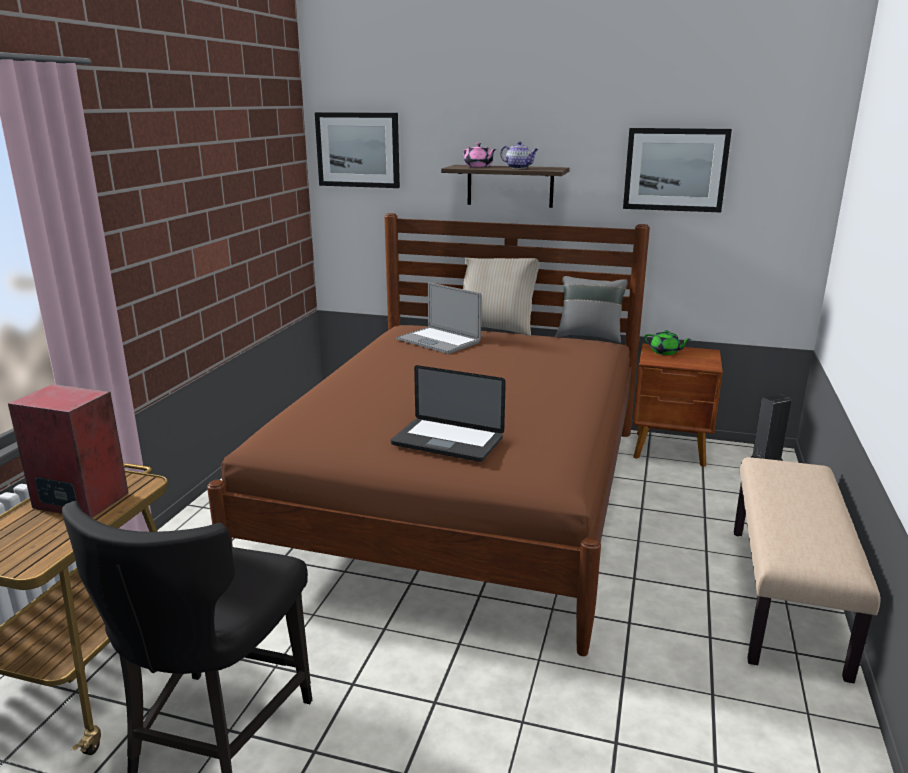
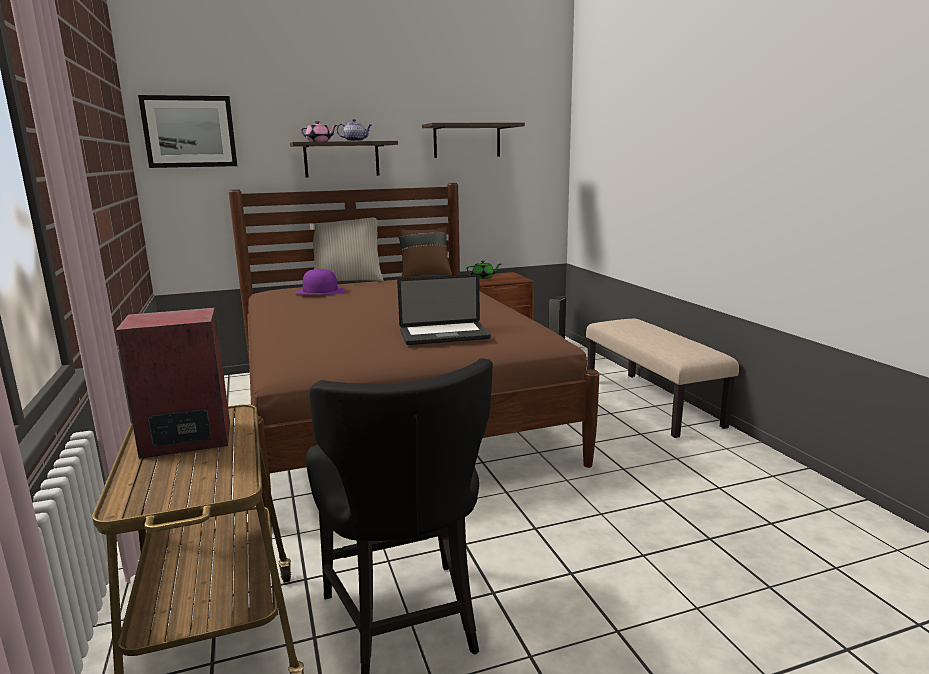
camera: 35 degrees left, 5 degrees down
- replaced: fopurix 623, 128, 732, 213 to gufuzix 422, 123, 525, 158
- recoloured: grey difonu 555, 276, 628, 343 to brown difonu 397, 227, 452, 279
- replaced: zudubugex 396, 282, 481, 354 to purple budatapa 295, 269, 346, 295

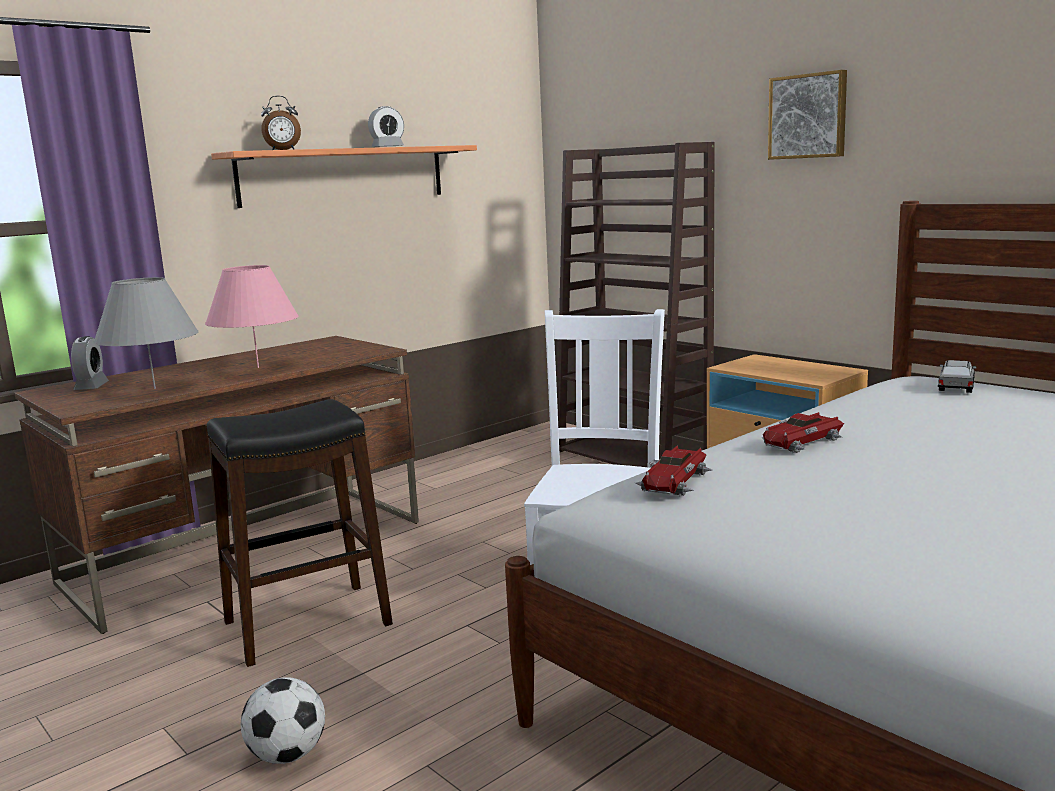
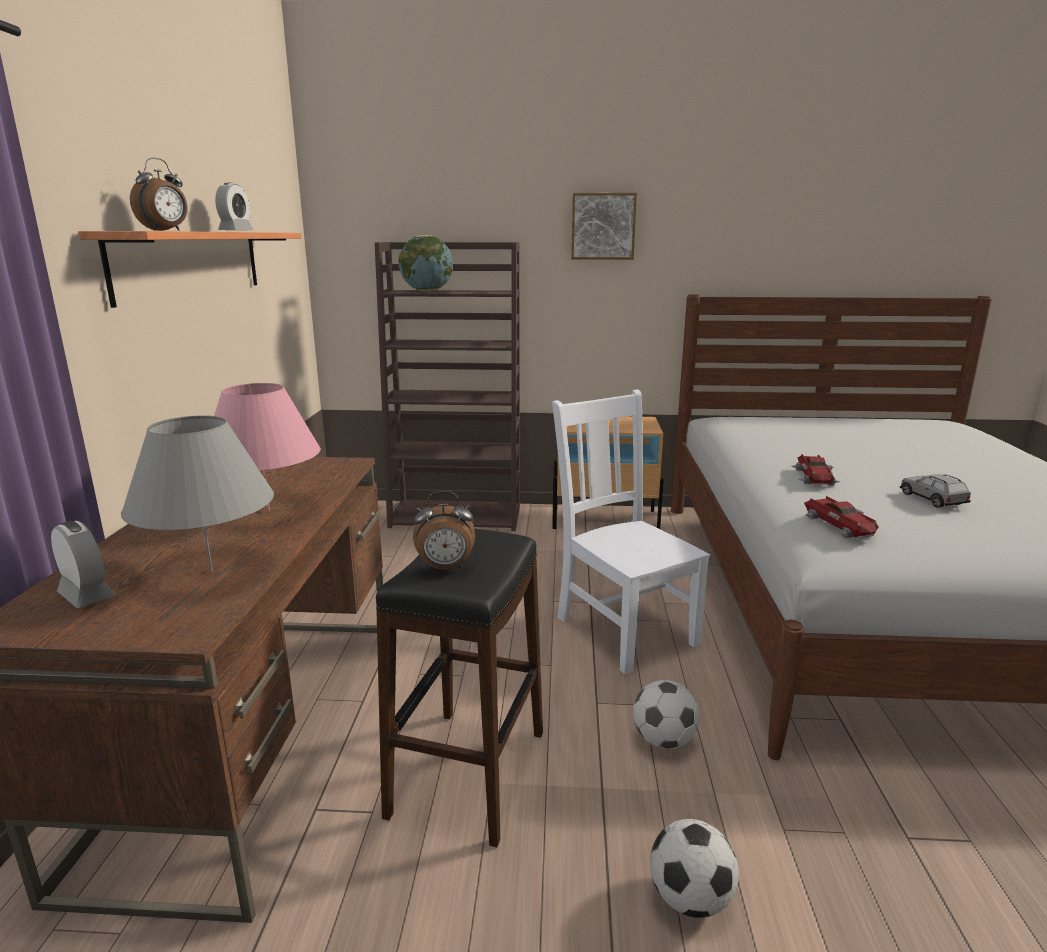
camera: 45 degrees left, 5 degrees up
- moved: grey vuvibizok 938, 360, 977, 393 to 900, 474, 971, 508
- added: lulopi 399, 235, 453, 292
- added: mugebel 413, 491, 475, 571
- added: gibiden 633, 680, 700, 749

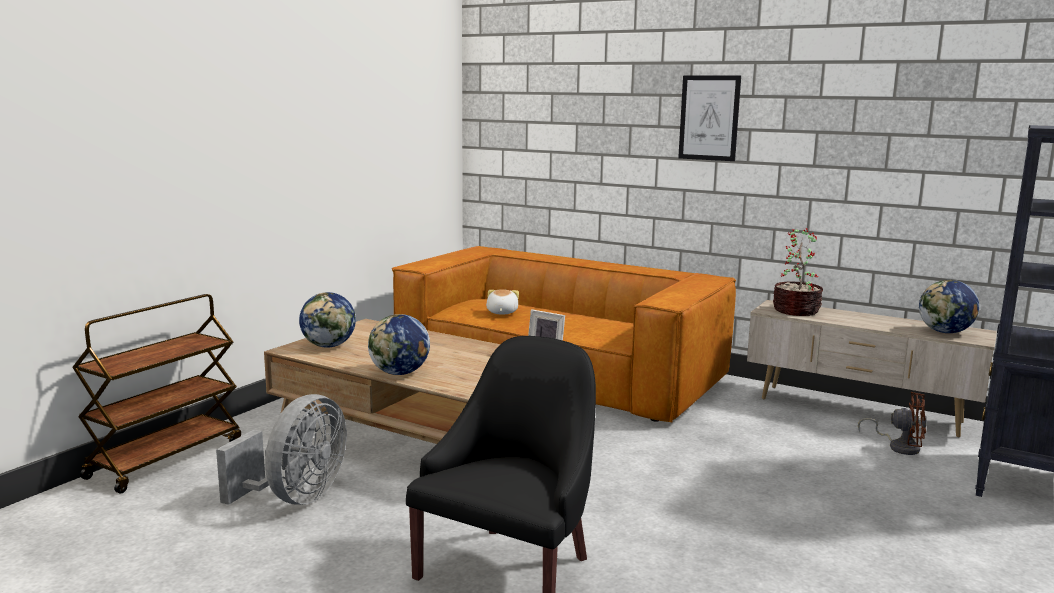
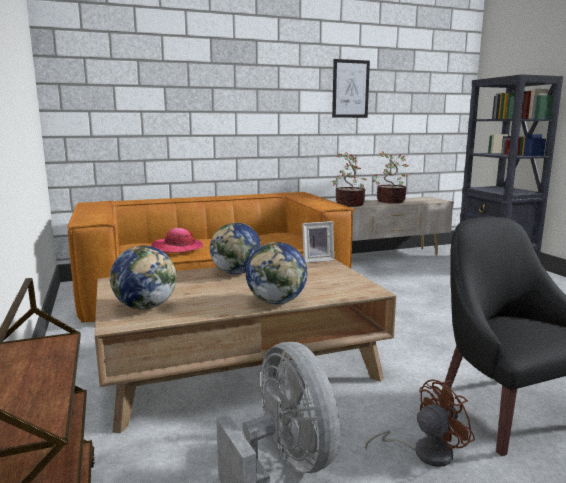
camera: 50 degrees left, 0 degrees up
- moved: fopurix 678, 75, 741, 161 to 332, 59, 370, 118
- moved: lulopi 919, 280, 979, 333 to 210, 223, 262, 274
- replaced: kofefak 486, 289, 519, 315 to budatapa 151, 228, 204, 253
- moved: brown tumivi 858, 392, 927, 455 to 365, 379, 475, 467
- added: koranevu 373, 152, 408, 203

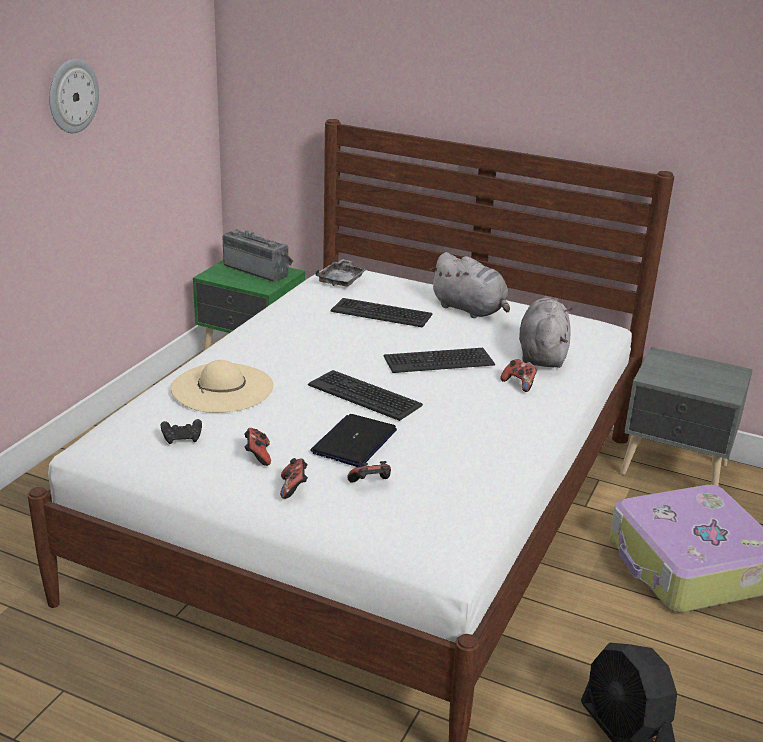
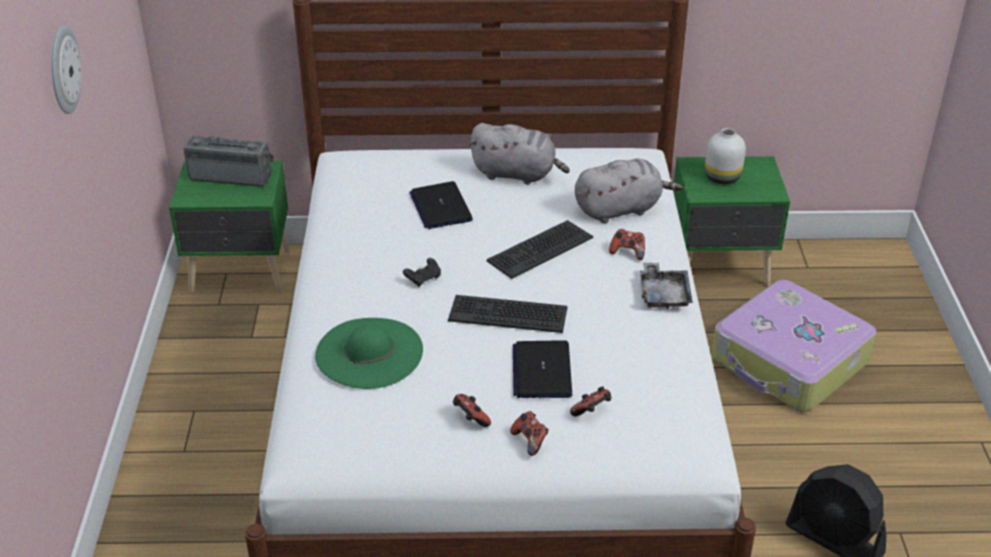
camera: 25 degrees left, 10 degrees up
- moved: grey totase 315, 259, 368, 287 to 640, 263, 693, 309
- replaced: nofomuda 331, 298, 432, 328 to zudubugex 409, 181, 473, 229
- turned: grey kofefak 519, 298, 573, 368 = 575, 159, 683, 223 90 degrees clockwise
- recoloured: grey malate 620, 347, 753, 486 to green malate 673, 156, 790, 286
- recoloured: beige budatapa 171, 360, 273, 413 to green budatapa 315, 318, 423, 389
- moved: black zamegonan 161, 419, 202, 444 to 403, 258, 441, 287
- added: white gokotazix 705, 128, 746, 184

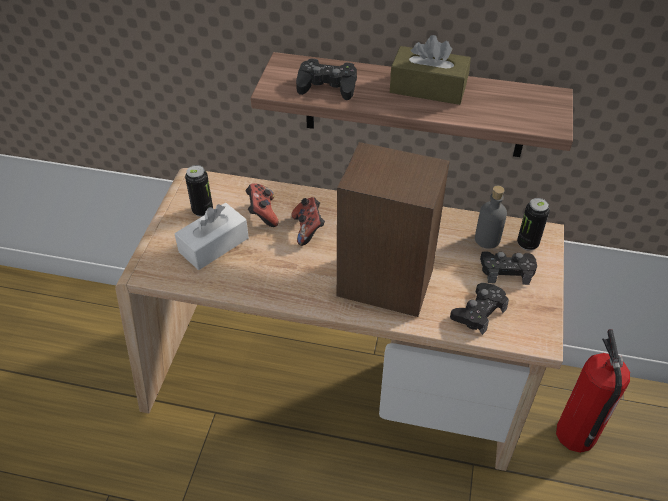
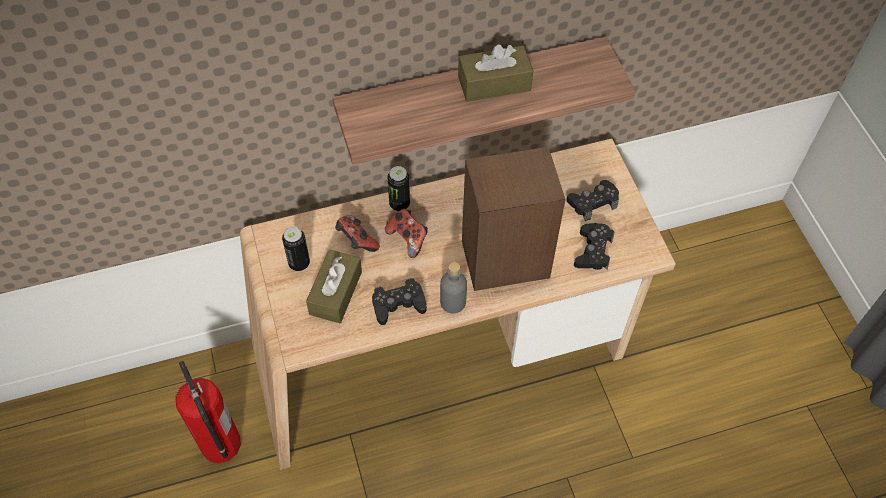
camera: 30 degrees left, 10 degrees up
- moved: black zamegonan 296, 59, 357, 100 to 372, 278, 427, 325
- moved: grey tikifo 475, 186, 507, 249 to 440, 262, 467, 313
- moved: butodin 517, 198, 550, 251 to 387, 166, 410, 211
- recoloured: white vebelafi 175, 203, 249, 270 to brown vebelafi 306, 249, 362, 323
- moved: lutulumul 556, 329, 630, 453 to 175, 361, 241, 463

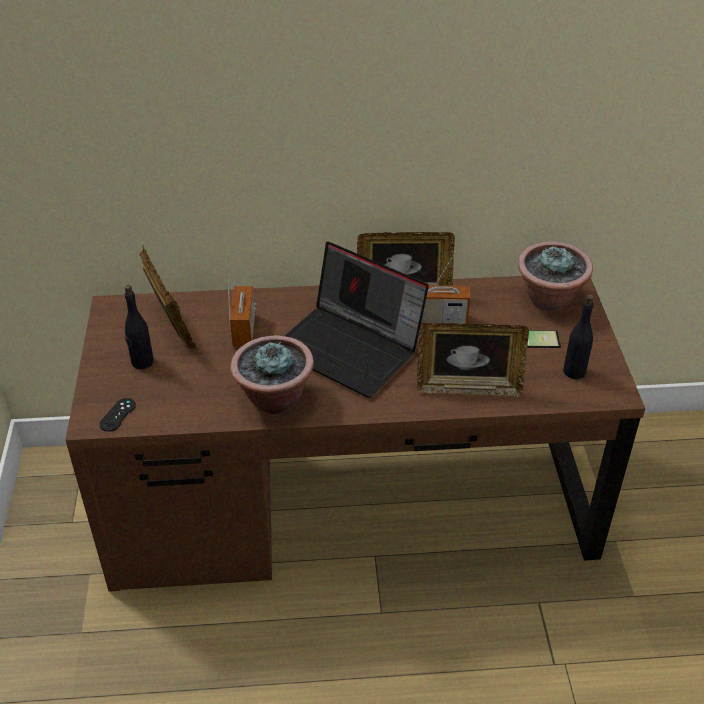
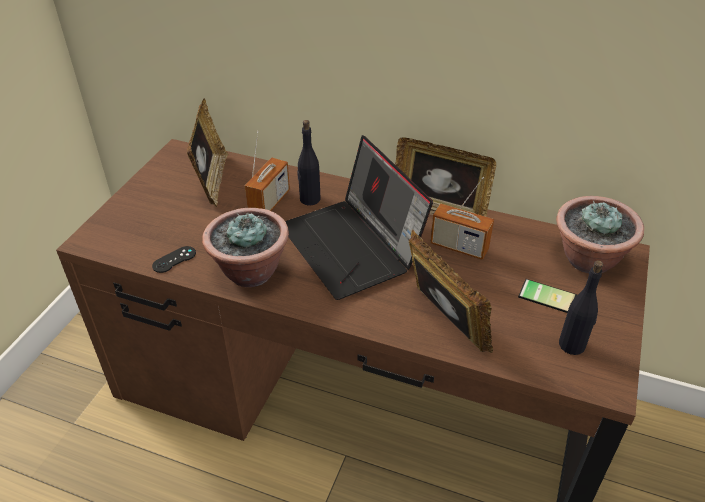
camera: 25 degrees right, 0 degrees up
- moved: black tikifo 125, 285, 154, 369 to 297, 120, 321, 206
- turned: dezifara 417, 323, 529, 397 = 409, 229, 493, 353 150 degrees counterclockwise
- moved: black zamegonan 99, 398, 136, 432 to 152, 246, 196, 273

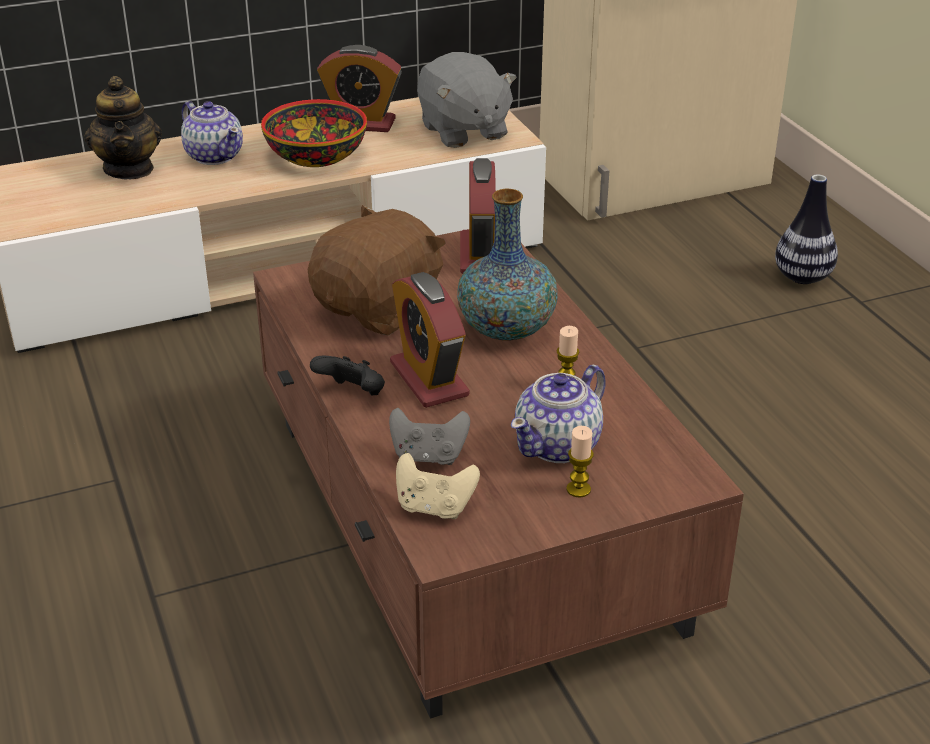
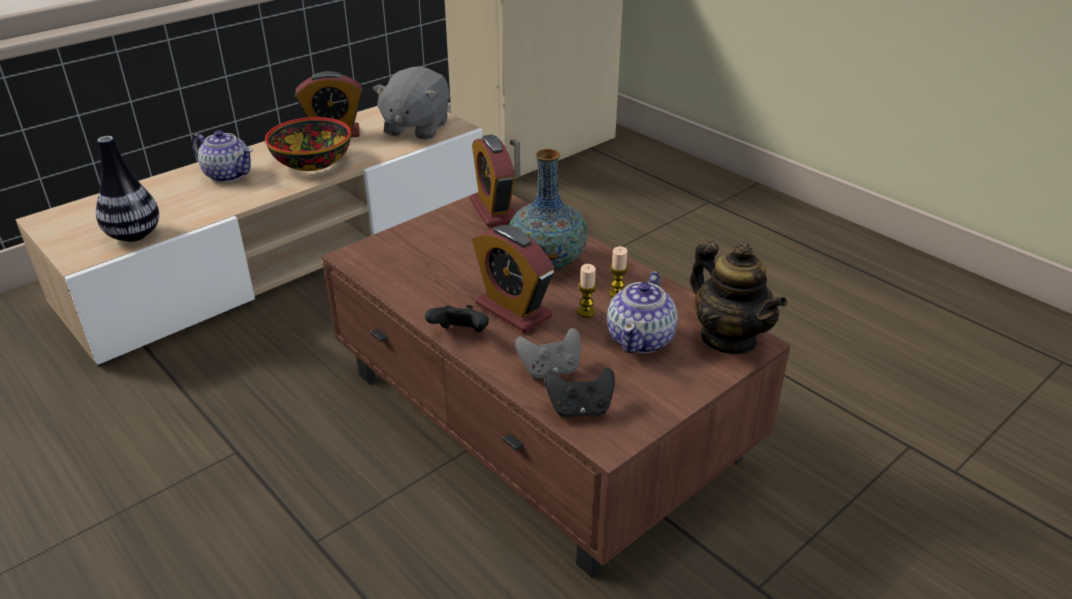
camera: 20 degrees left, 0 degrees up
- turned: grey kofefak 417, 52, 517, 148 = 373, 66, 450, 140 60 degrees clockwise
- moved: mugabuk 84, 76, 162, 179 to 690, 240, 787, 354
- moved: gokotazix 775, 174, 838, 284 to 96, 136, 159, 242
- removed: brown kofefak 308, 205, 446, 336
- moved: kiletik 566, 426, 594, 498 to 578, 264, 597, 317
- recoloured: beige zamegonan 396, 453, 480, 519 to black zamegonan 545, 367, 615, 418

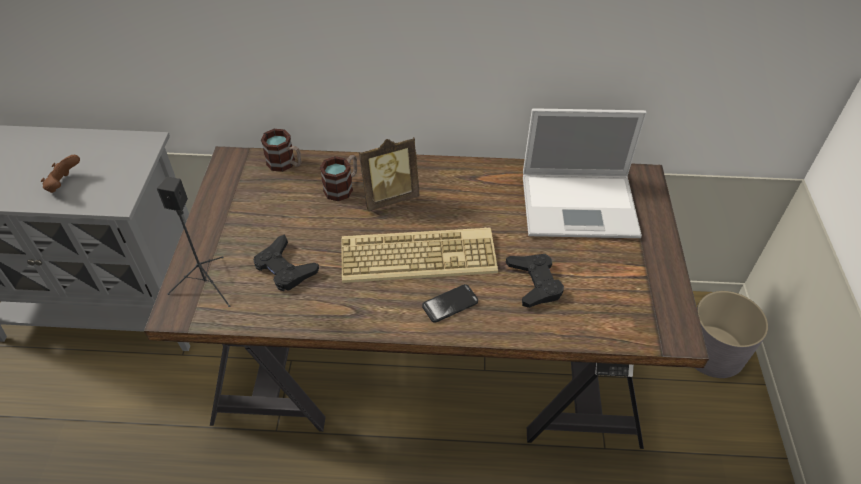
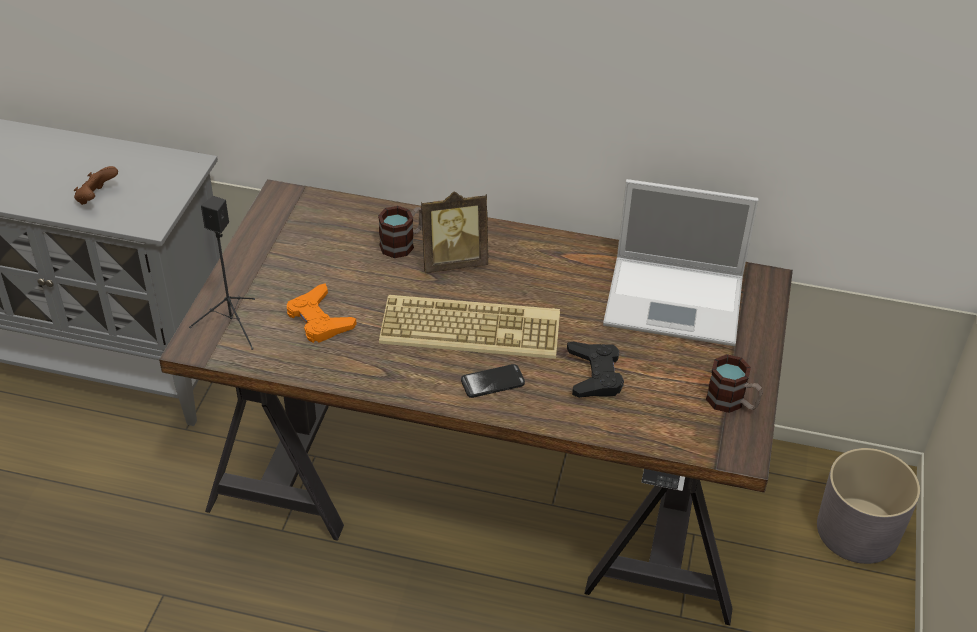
camera: 10 degrees right, 5 degrees down
- moved: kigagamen 261, 129, 302, 172 to 706, 354, 763, 413
- recoloured: black zamegonan 253, 234, 319, 291 to orange zamegonan 287, 283, 357, 343

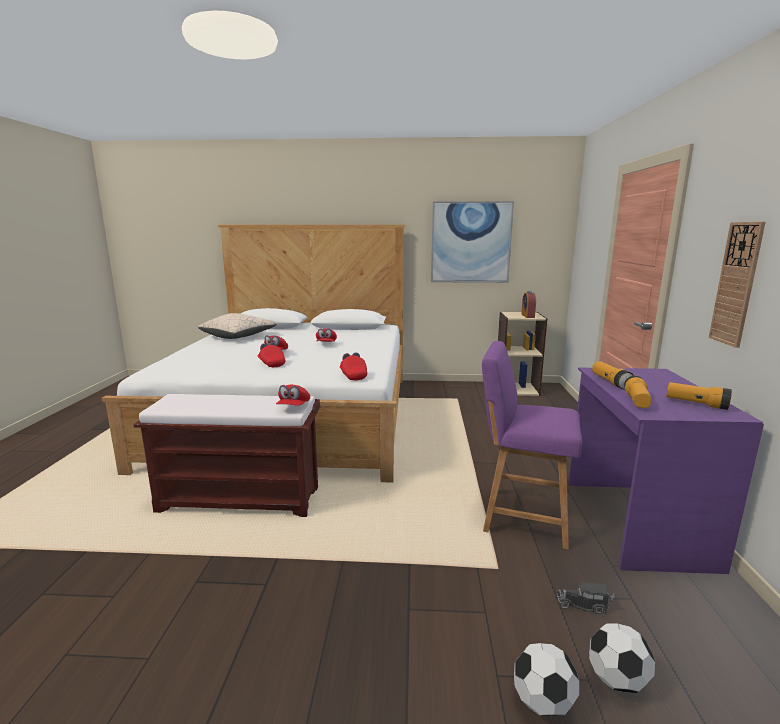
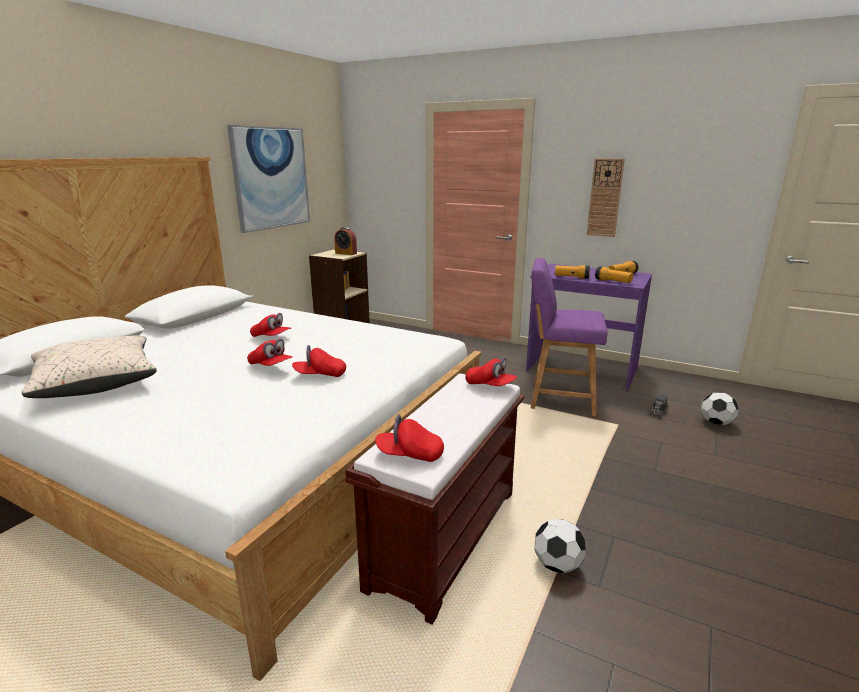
camera: 65 degrees left, 5 degrees up
- turned: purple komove 482, 341, 582, 549 = 531, 258, 608, 417 60 degrees clockwise
- moved: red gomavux 340, 352, 367, 380 to 375, 414, 444, 462
- moved: gibiden 514, 643, 579, 716 to 535, 519, 586, 574

